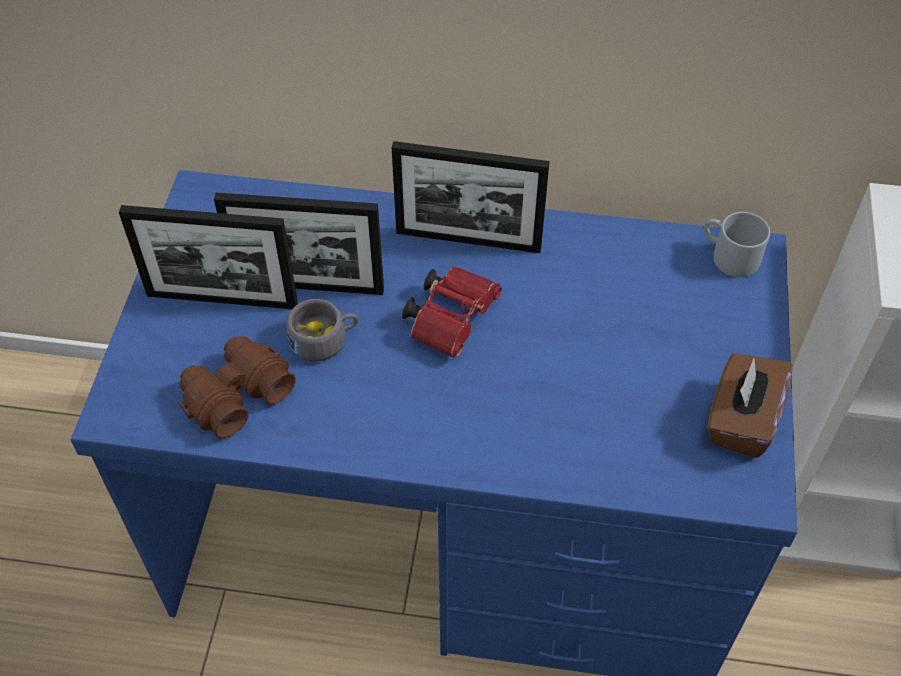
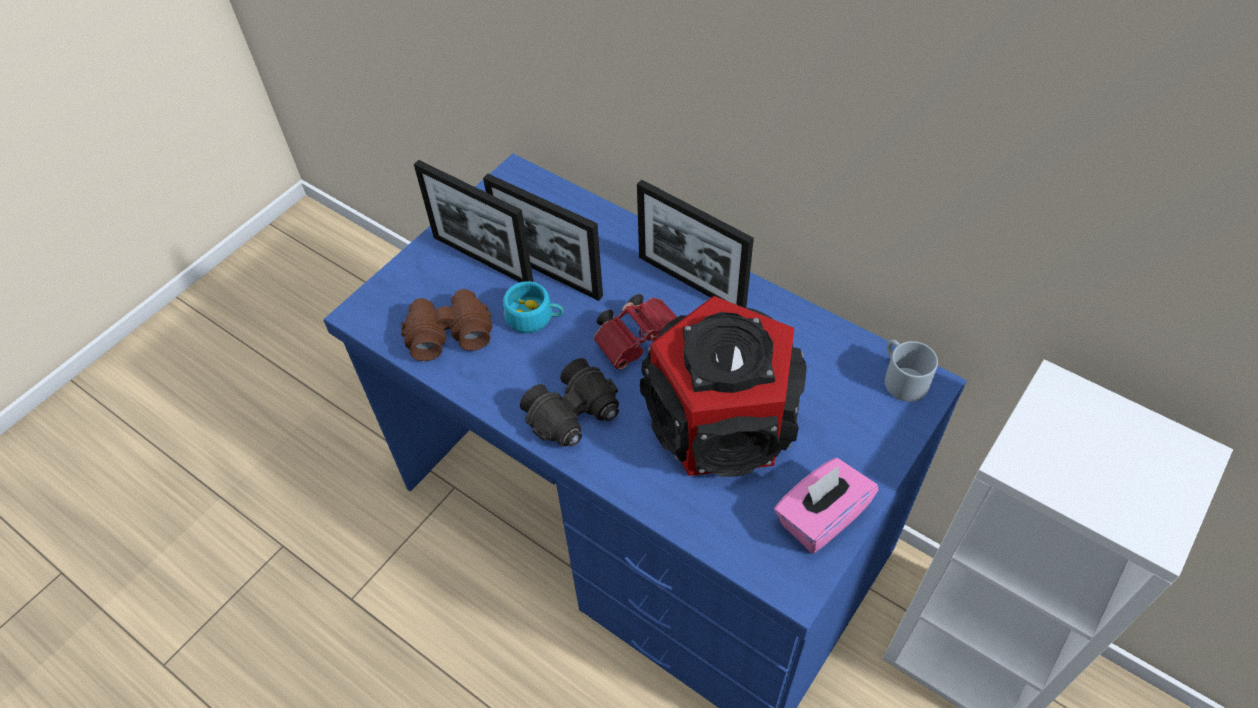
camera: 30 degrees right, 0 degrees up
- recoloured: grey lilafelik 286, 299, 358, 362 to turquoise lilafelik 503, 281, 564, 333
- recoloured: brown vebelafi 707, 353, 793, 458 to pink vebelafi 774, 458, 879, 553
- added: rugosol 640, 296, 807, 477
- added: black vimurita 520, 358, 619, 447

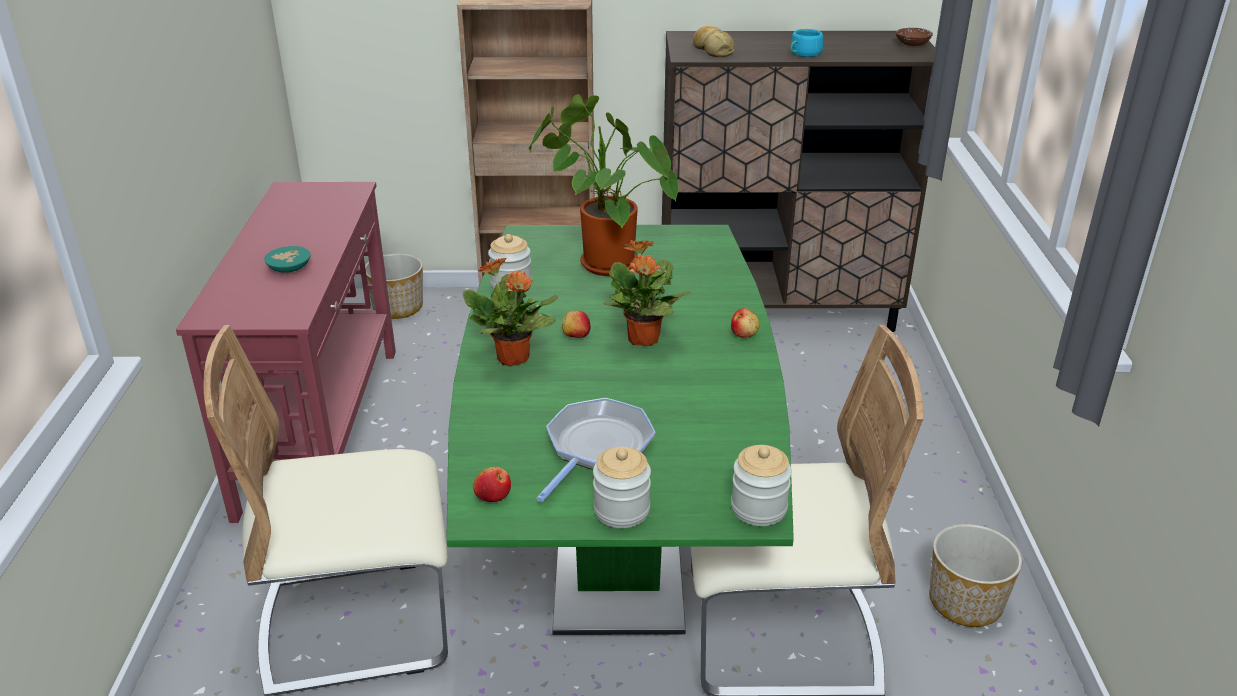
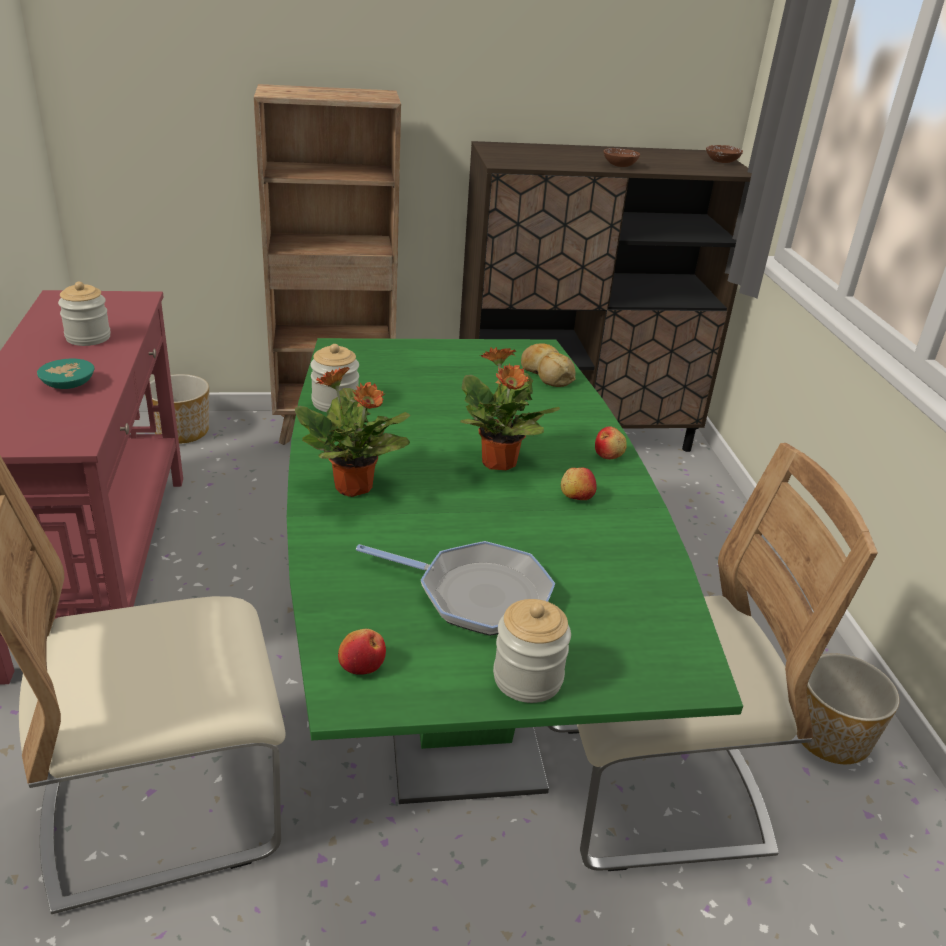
camera: 10 degrees left, 0 degrees up
- moved: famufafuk 693, 26, 735, 57 to 521, 344, 576, 387
- replaced: turquoise lilafelik 790, 29, 823, 57 to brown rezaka 603, 148, 640, 167
- removed: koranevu 529, 94, 679, 276
- moved: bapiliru 562, 311, 591, 338 to 561, 468, 597, 500
- turned: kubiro 536, 398, 656, 502 = 356, 541, 556, 636 90 degrees clockwise
- moved: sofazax 731, 445, 792, 526 to 58, 282, 111, 346

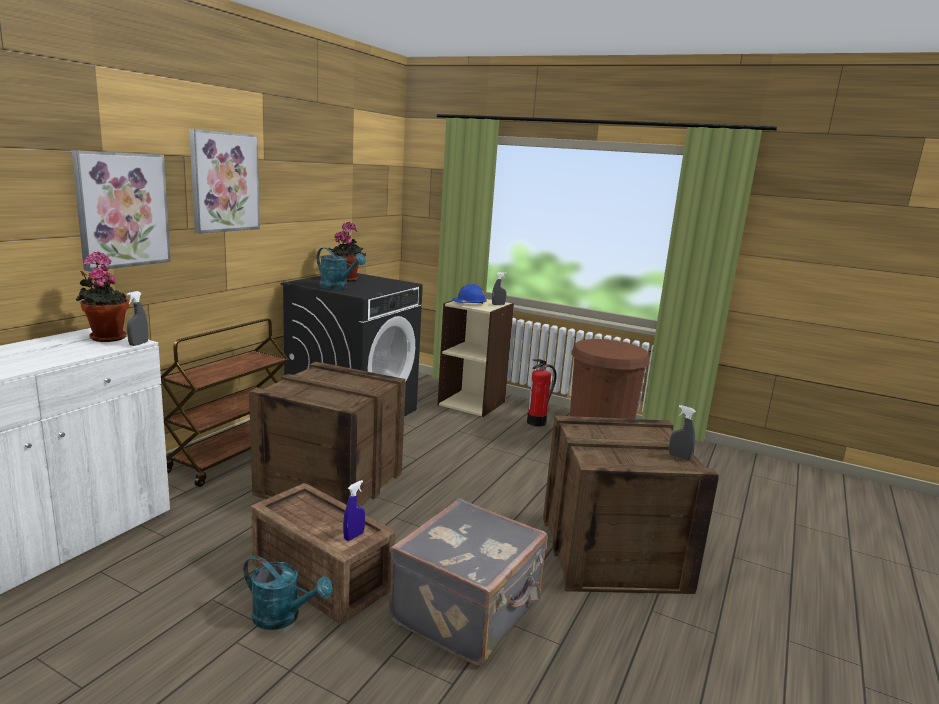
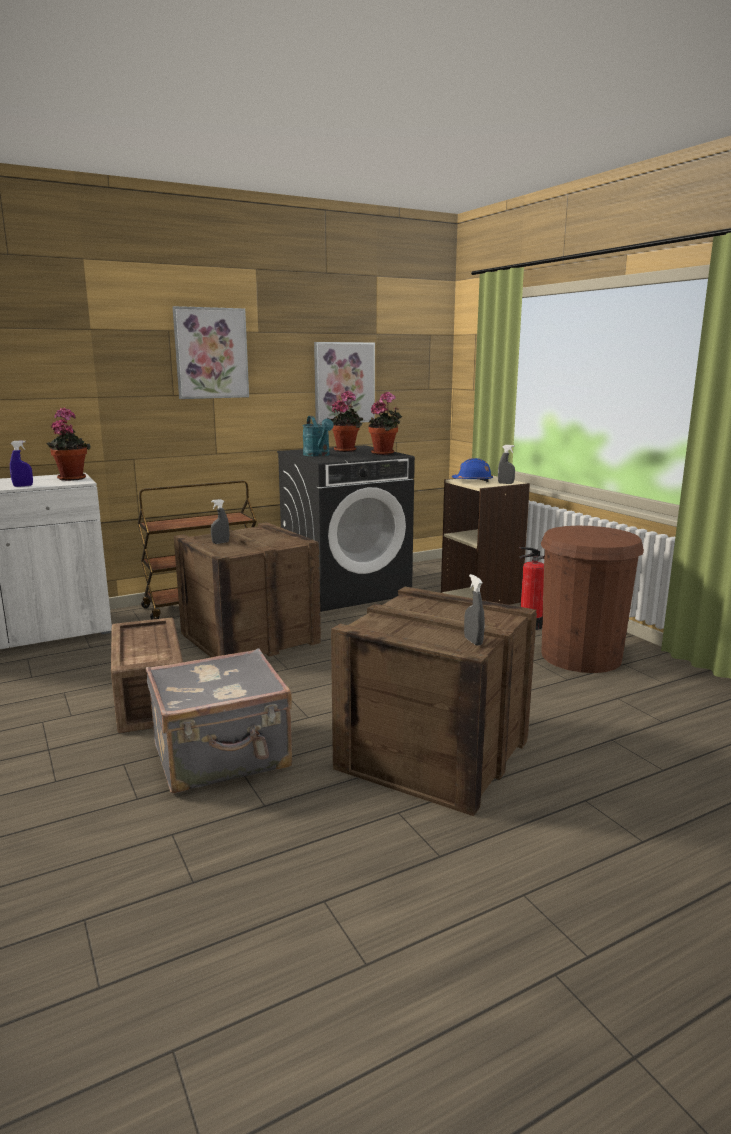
camera: 35 degrees right, 0 degrees up
- moved: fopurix 72, 150, 171, 271 to 314, 342, 375, 424
- moved: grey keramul 127, 291, 148, 346 to 211, 499, 229, 544
- moved: blue keramul 343, 480, 365, 541 to 10, 440, 33, 487
- removed: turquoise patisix 244, 555, 333, 630
- added: koranevu 368, 392, 402, 455

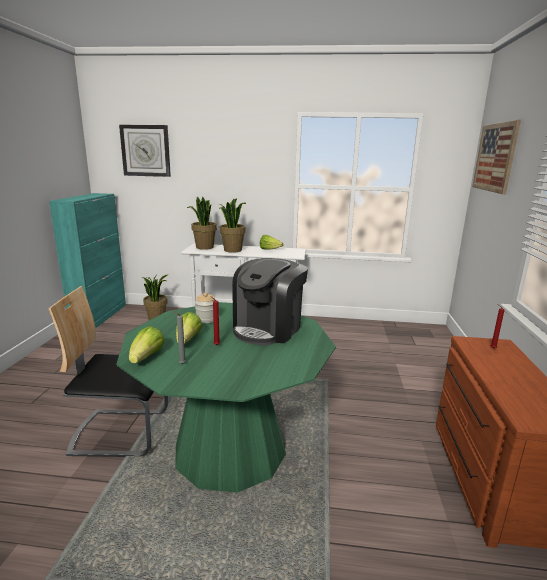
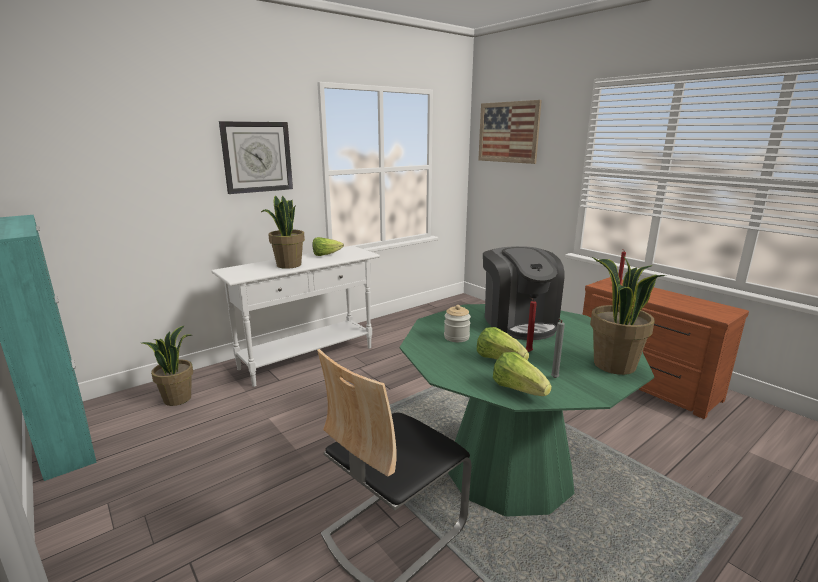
camera: 45 degrees left, 0 degrees up
- moved: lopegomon 119, 124, 171, 177 to 219, 121, 293, 194
- moved: koranevu 187, 197, 217, 250 to 590, 256, 666, 375

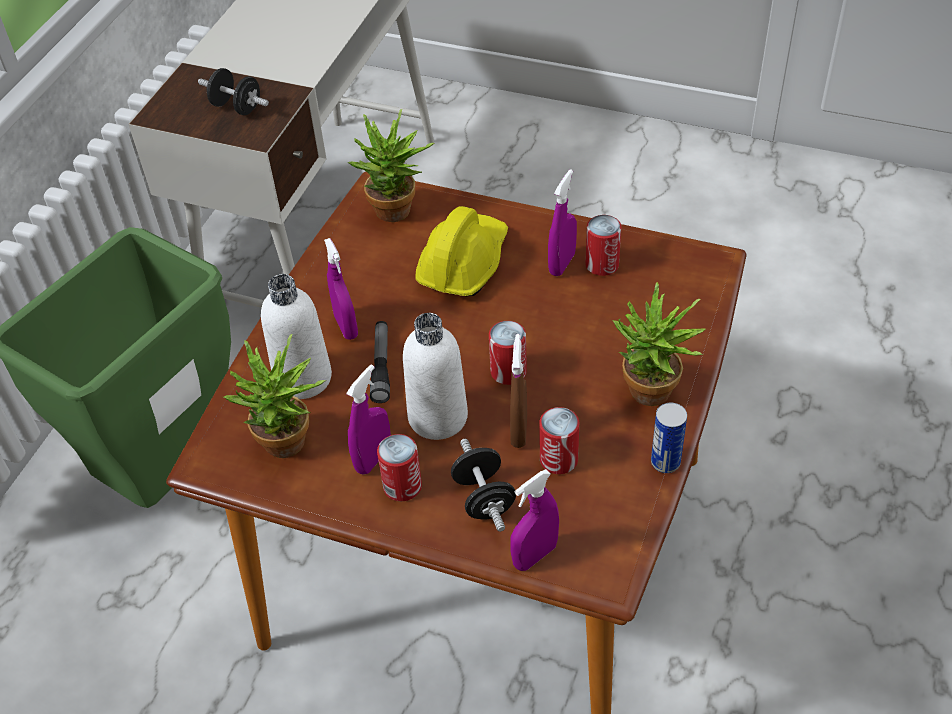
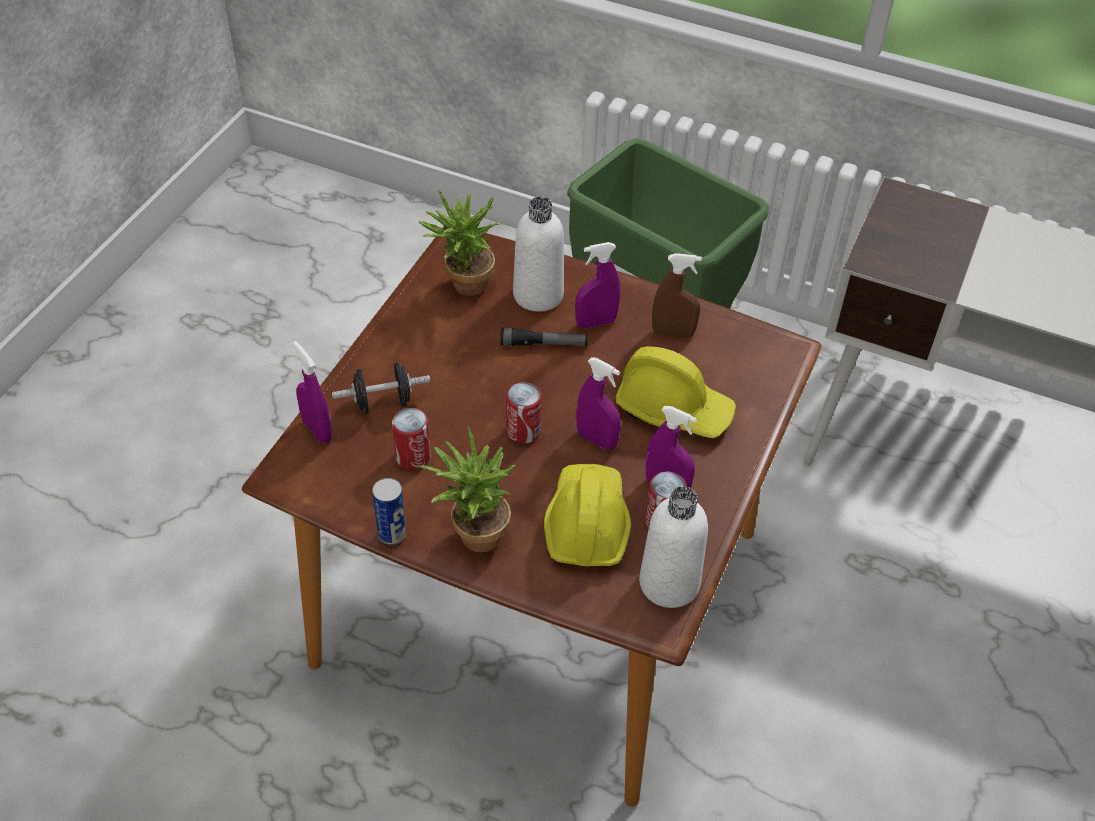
camera: 90 degrees right, 0 degrees up
- removed: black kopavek 198, 68, 269, 115
- removed: koranevu 348, 109, 434, 222
- moved: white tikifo 403, 313, 468, 440 to 639, 486, 708, 608
- moved: brown keramul 510, 334, 527, 448 to 652, 253, 702, 338
- moved: purple keramul 346, 365, 391, 475 to 576, 357, 621, 450
- removed: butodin 377, 434, 422, 501
- added: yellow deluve 544, 463, 631, 566

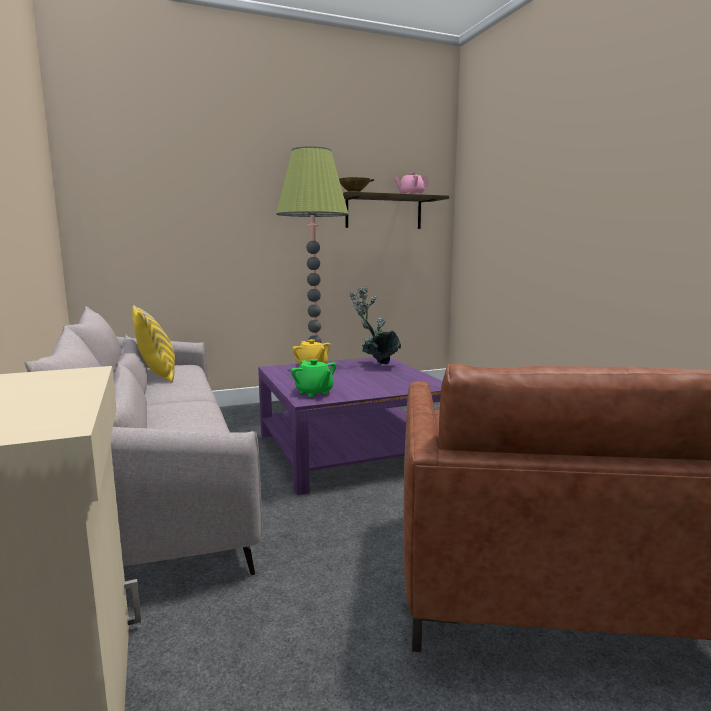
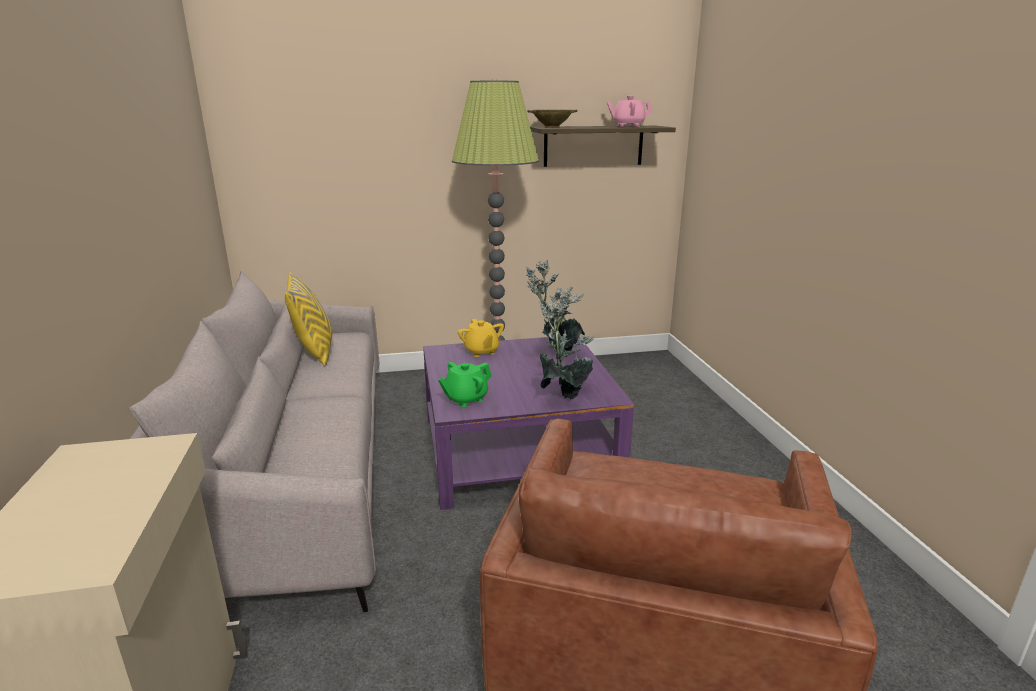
camera: 10 degrees right, 10 degrees up
- turned: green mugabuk 291, 359, 336, 397 = 438, 362, 492, 407 75 degrees clockwise
- added: koranevu 539, 286, 595, 400

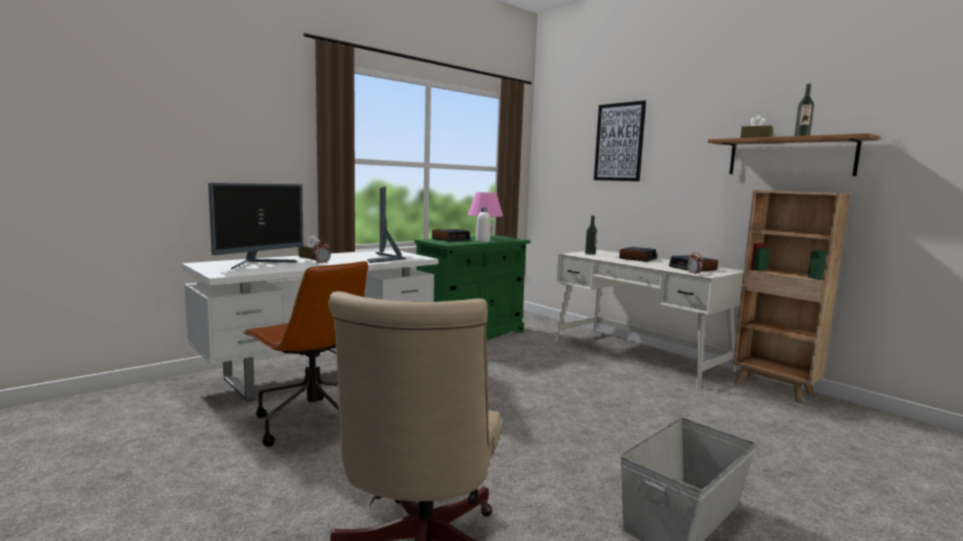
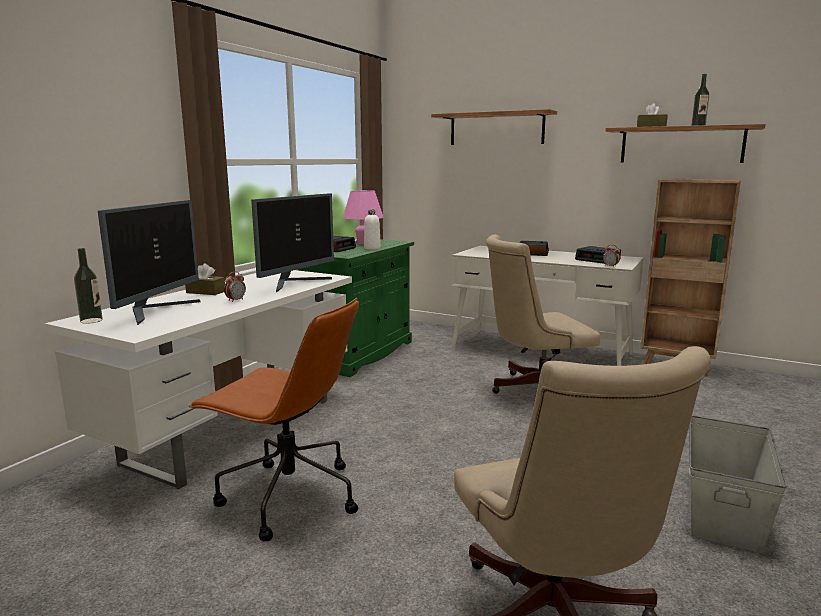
camera: 20 degrees left, 5 degrees up
- replaced: fopurix 594, 100, 646, 181 to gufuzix 431, 109, 557, 145
- turned: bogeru 367, 186, 406, 263 = 251, 193, 334, 292 120 degrees counterclockwise
- moved: tikifo 585, 215, 597, 255 to 74, 248, 103, 324
- added: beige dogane 486, 235, 600, 394

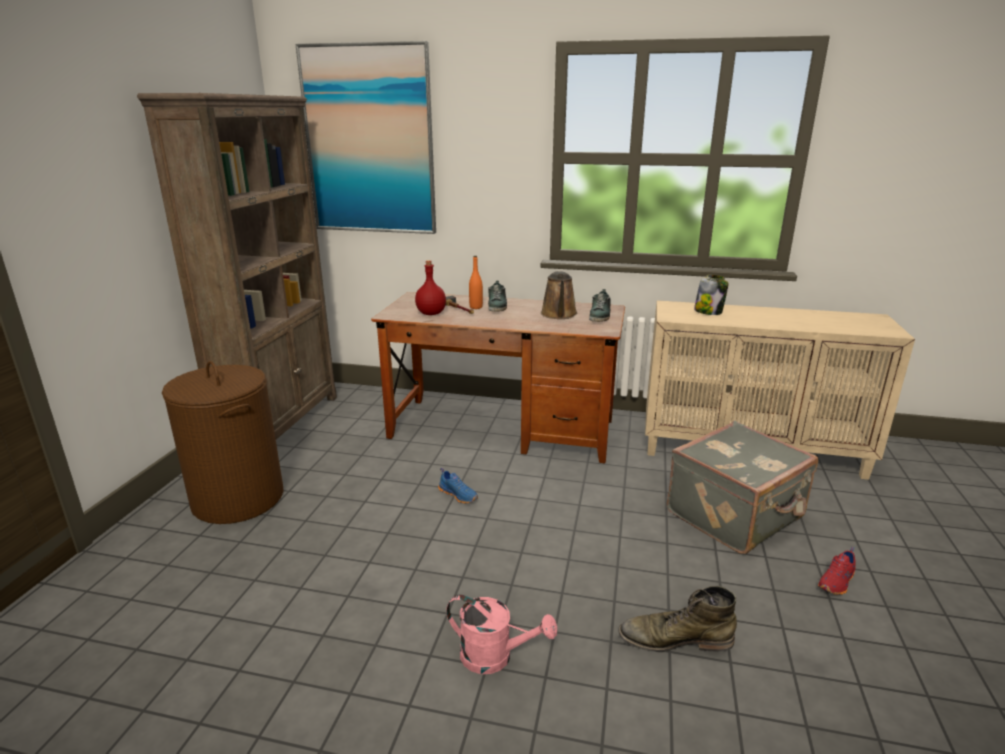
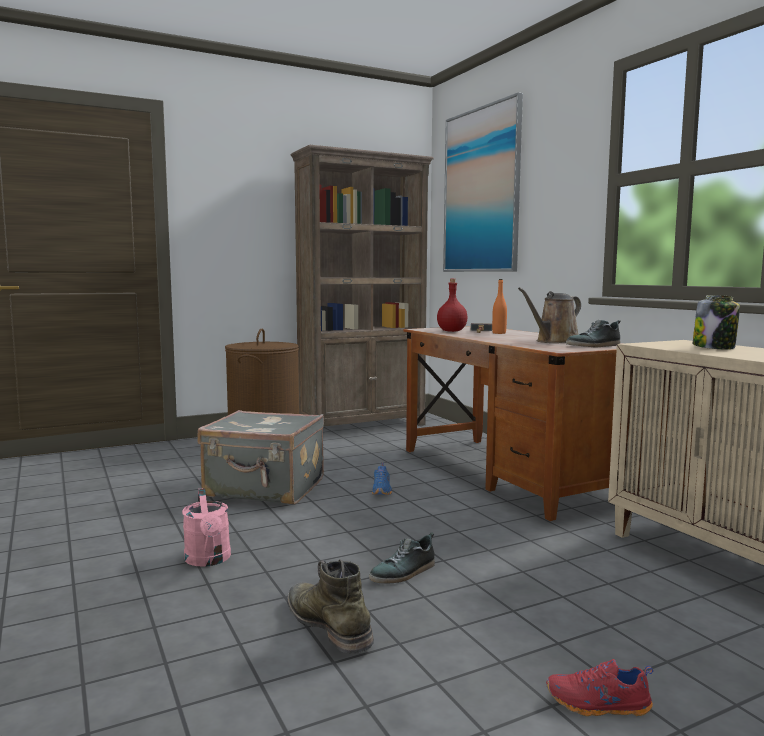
camera: 50 degrees right, 15 degrees down
- moved: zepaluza 488, 281, 507, 312 to 369, 532, 435, 584
- moved: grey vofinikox 667, 421, 818, 554 to 198, 410, 324, 504

